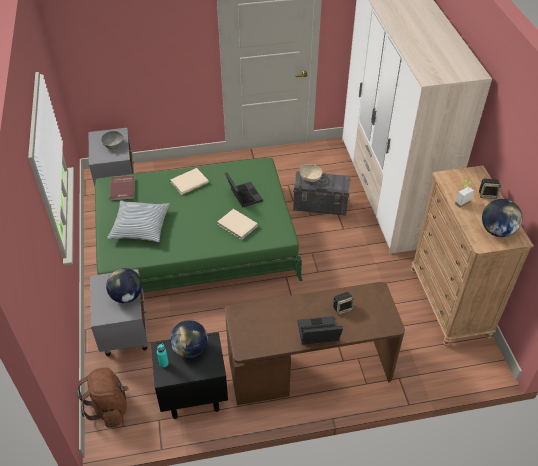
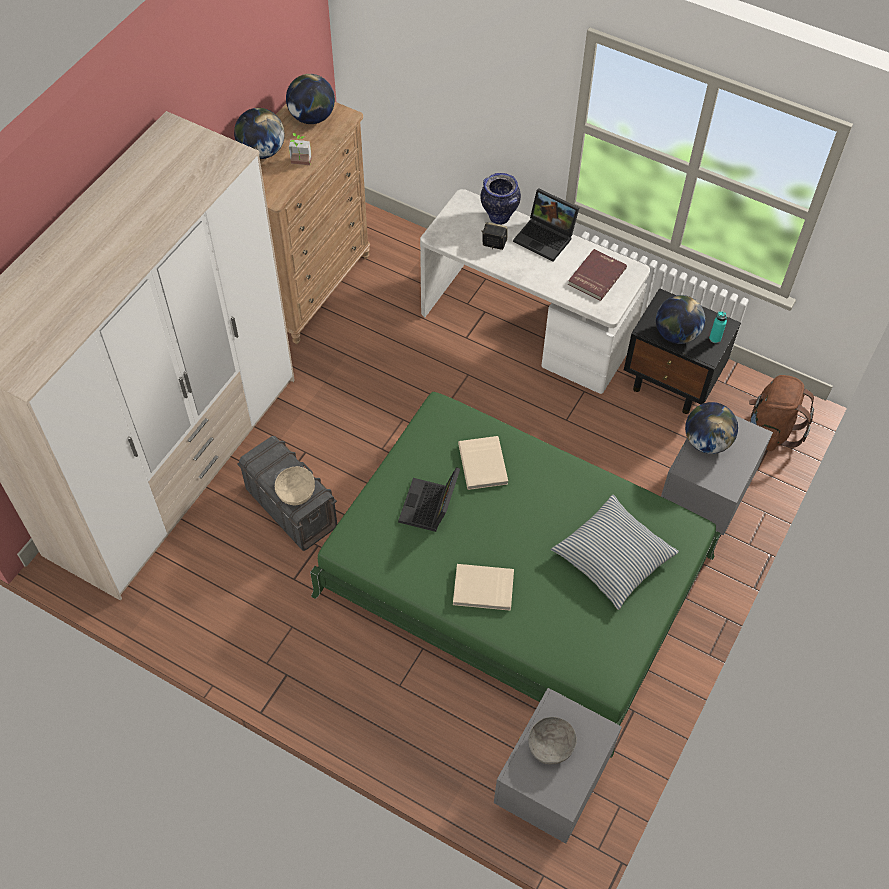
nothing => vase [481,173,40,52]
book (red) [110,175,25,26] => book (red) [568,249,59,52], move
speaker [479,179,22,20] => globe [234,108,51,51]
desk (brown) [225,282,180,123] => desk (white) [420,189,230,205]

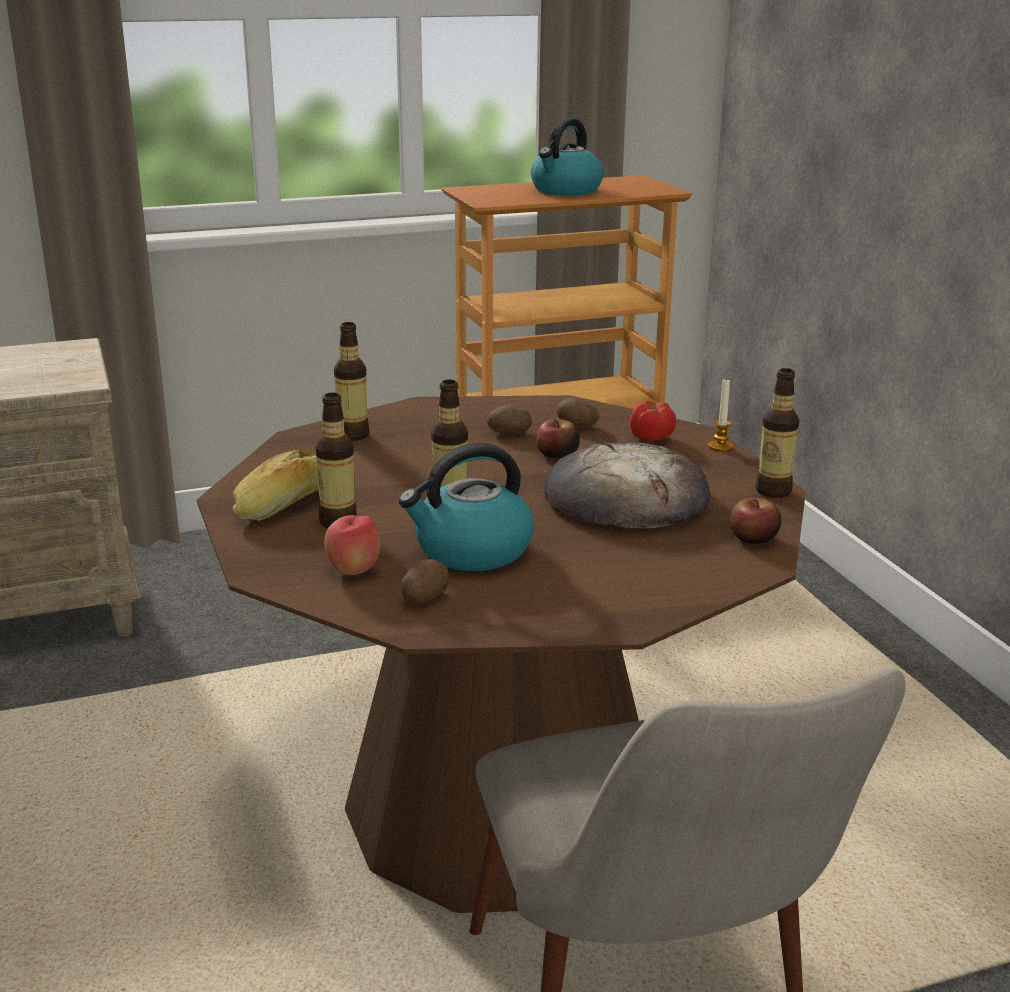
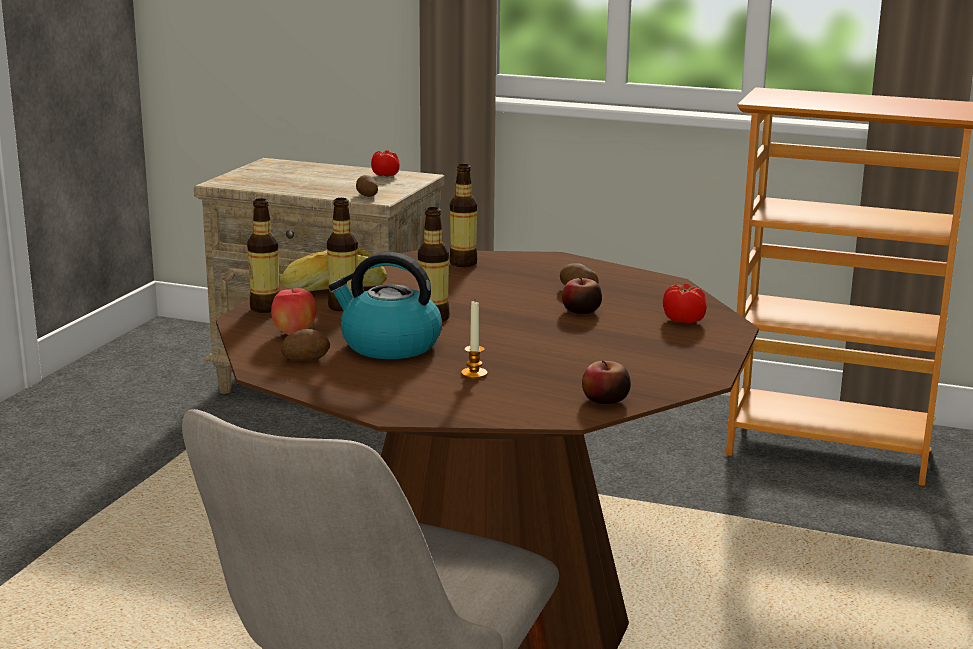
kettle [530,118,74,78] => nothing
bread [544,442,166,87] => nothing
nothing => tomato [371,150,29,27]
potato [556,398,43,30] => potato [356,175,22,22], move
candle [708,377,25,74] => candle [461,301,27,78], move
bottle [756,368,43,130] => bottle [247,198,33,115], move

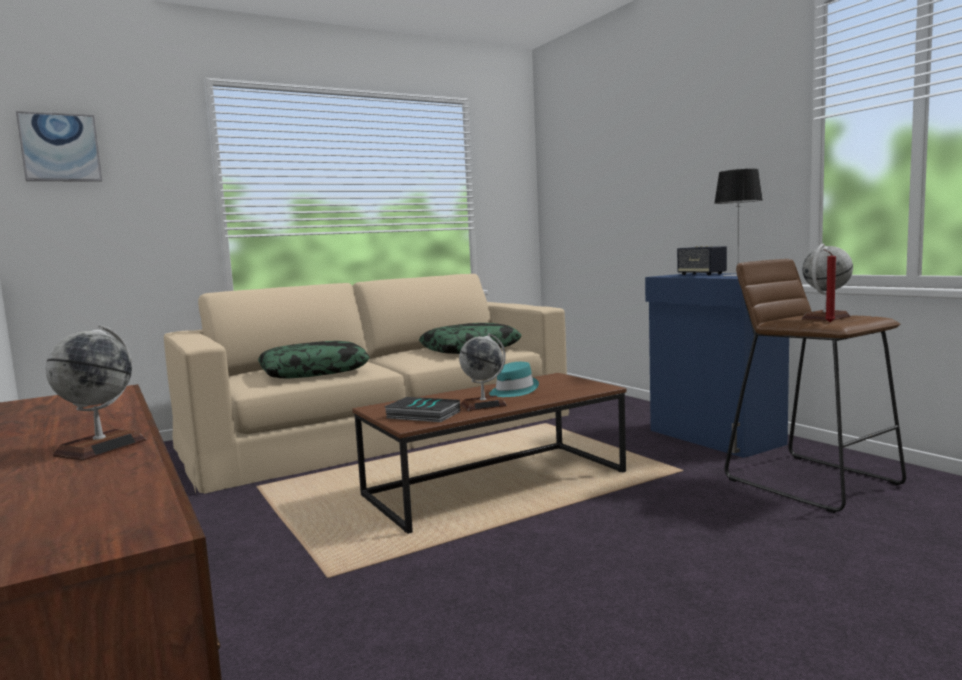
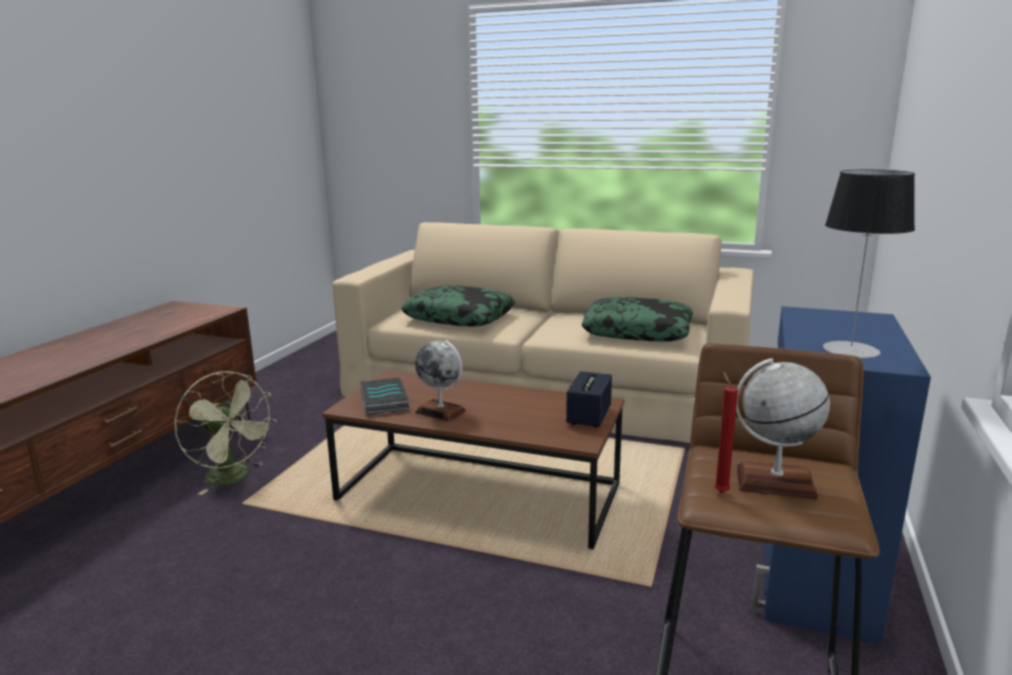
picture [16,111,86,71] => nothing
globe [46,325,100,136] => nothing
hat (turquoise) [489,362,50,35] => nothing
nothing => fan (green) [174,371,103,124]
speaker [677,246,50,29] => speaker [566,371,46,57], move

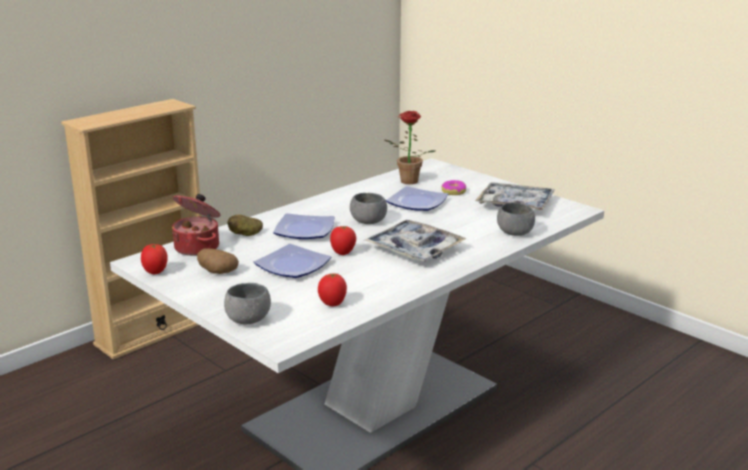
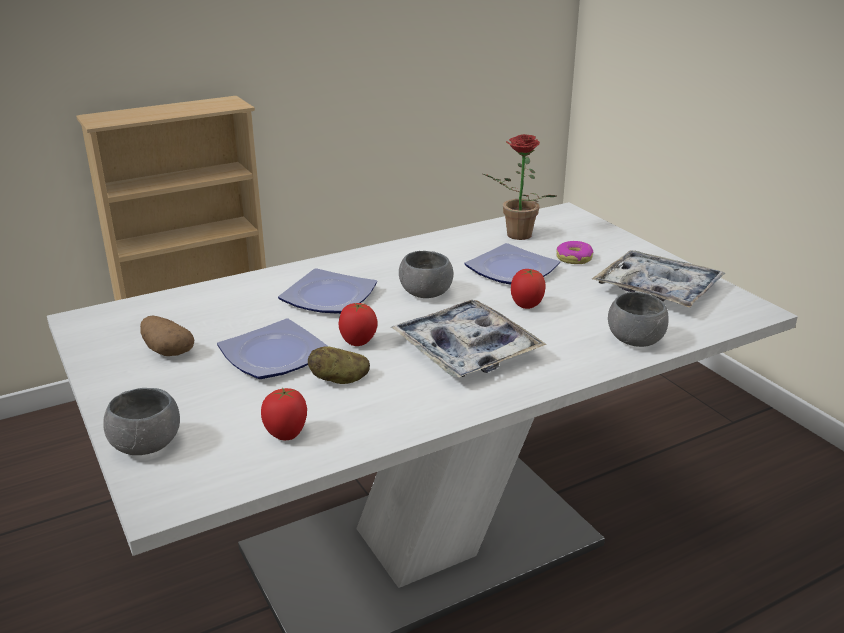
cooking pot [172,194,48,62] => nothing
tomato [141,244,27,30] => tomato [511,269,35,40], move
potato [228,215,35,21] => potato [308,346,62,38], move

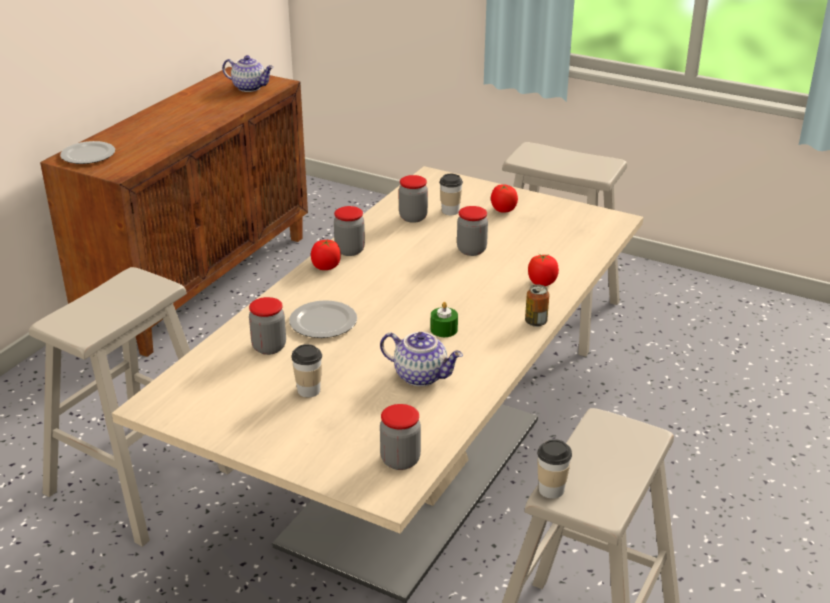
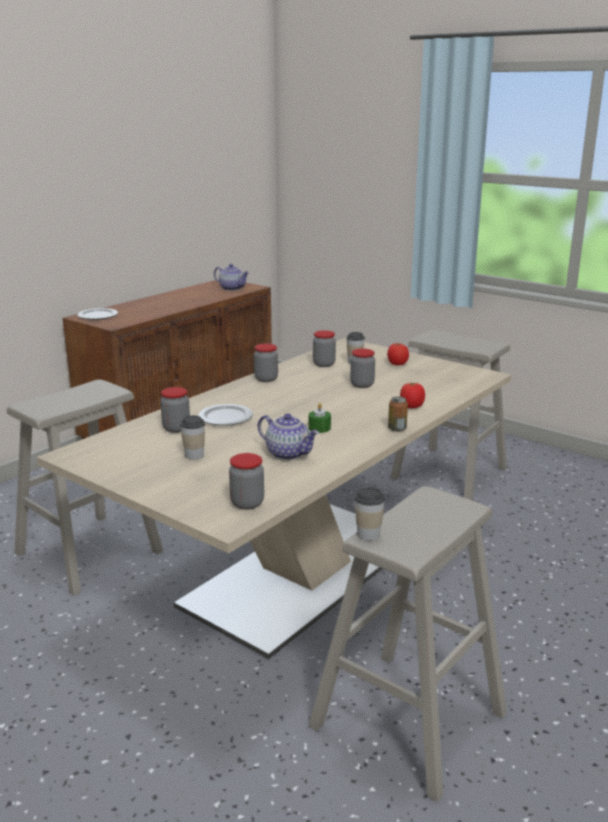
tomato [311,239,30,31] => nothing

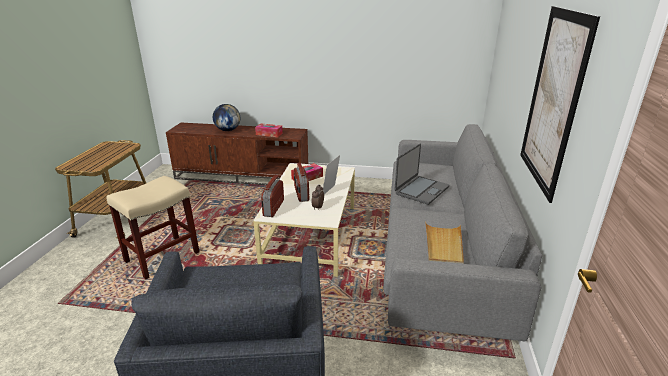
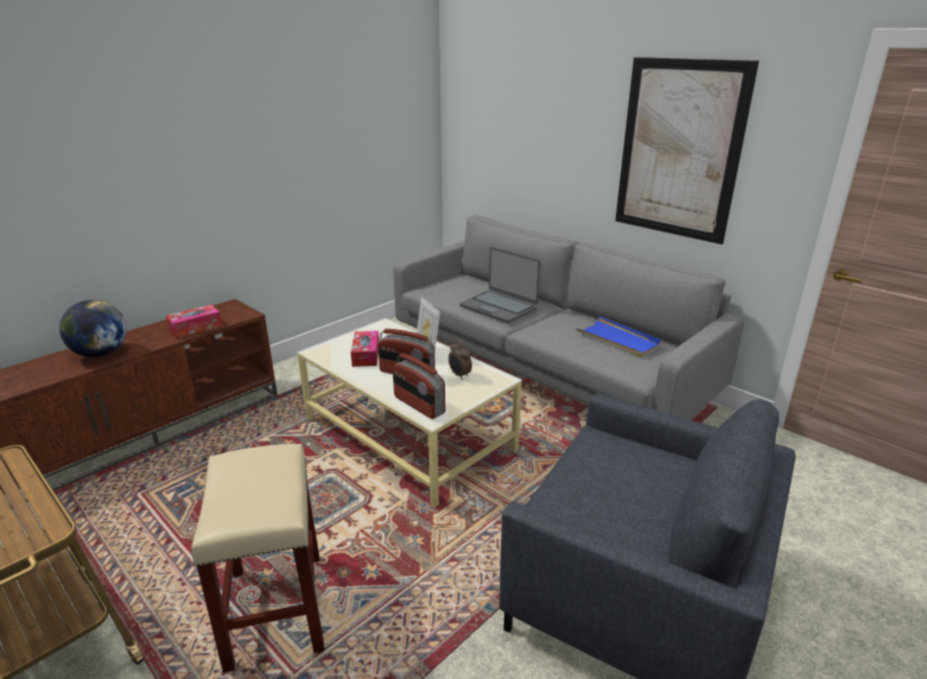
tray (beige) [425,222,39,42] => tray (blue) [576,316,87,42]
laptop [395,144,54,61] => laptop [460,247,81,76], 150 degrees clockwise

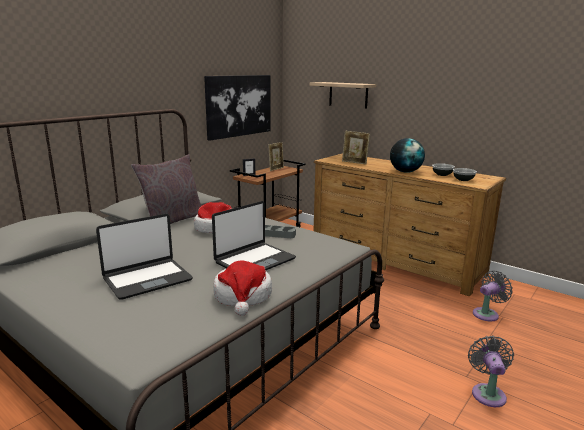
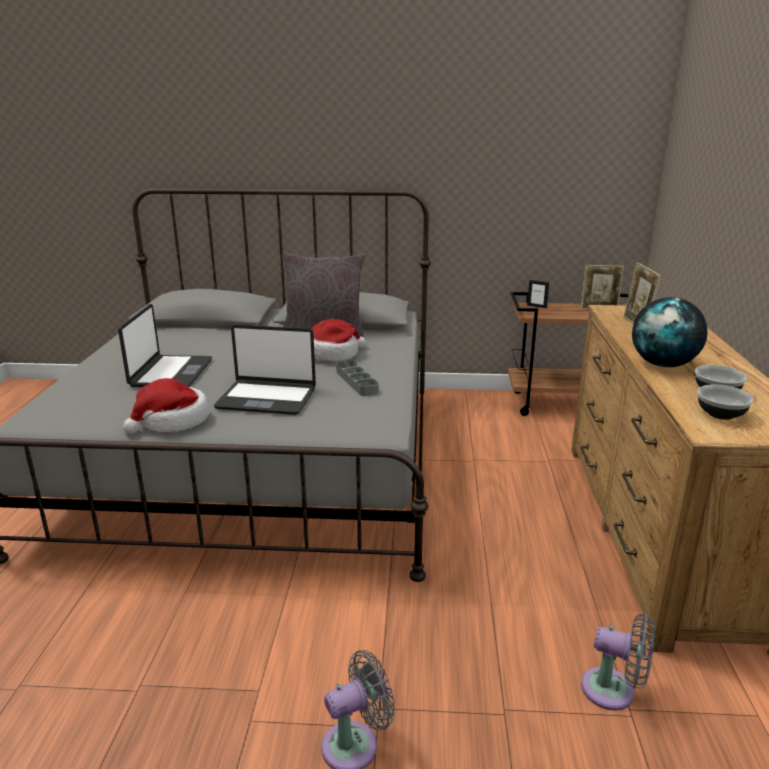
picture [204,75,67,66] => nothing
shelf [310,82,66,26] => nothing
laptop [96,214,97,86] => laptop [118,304,94,83], 105 degrees counterclockwise

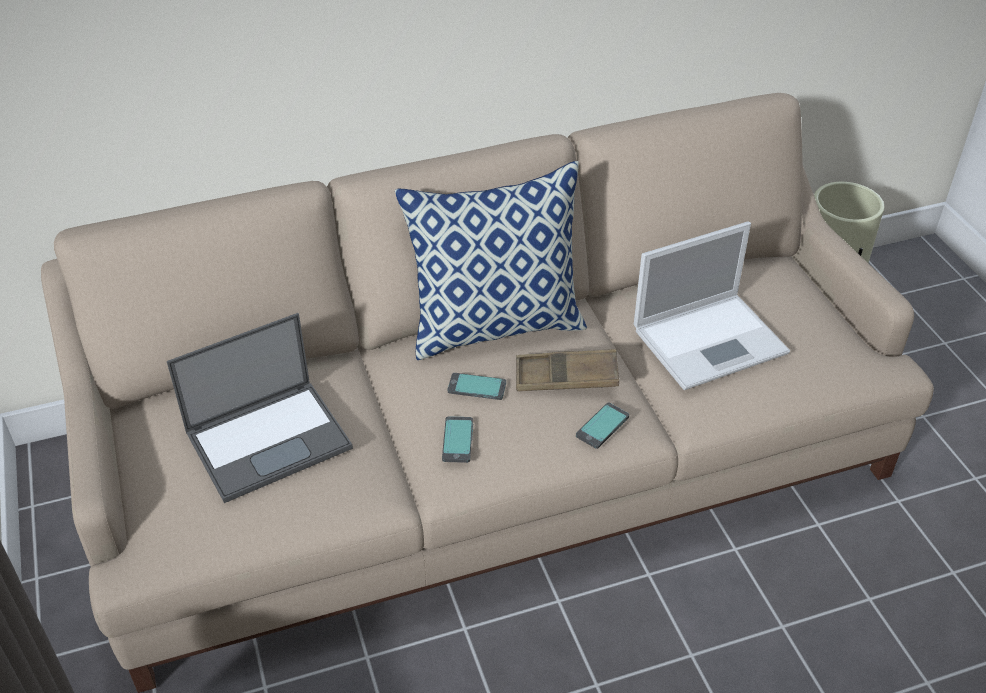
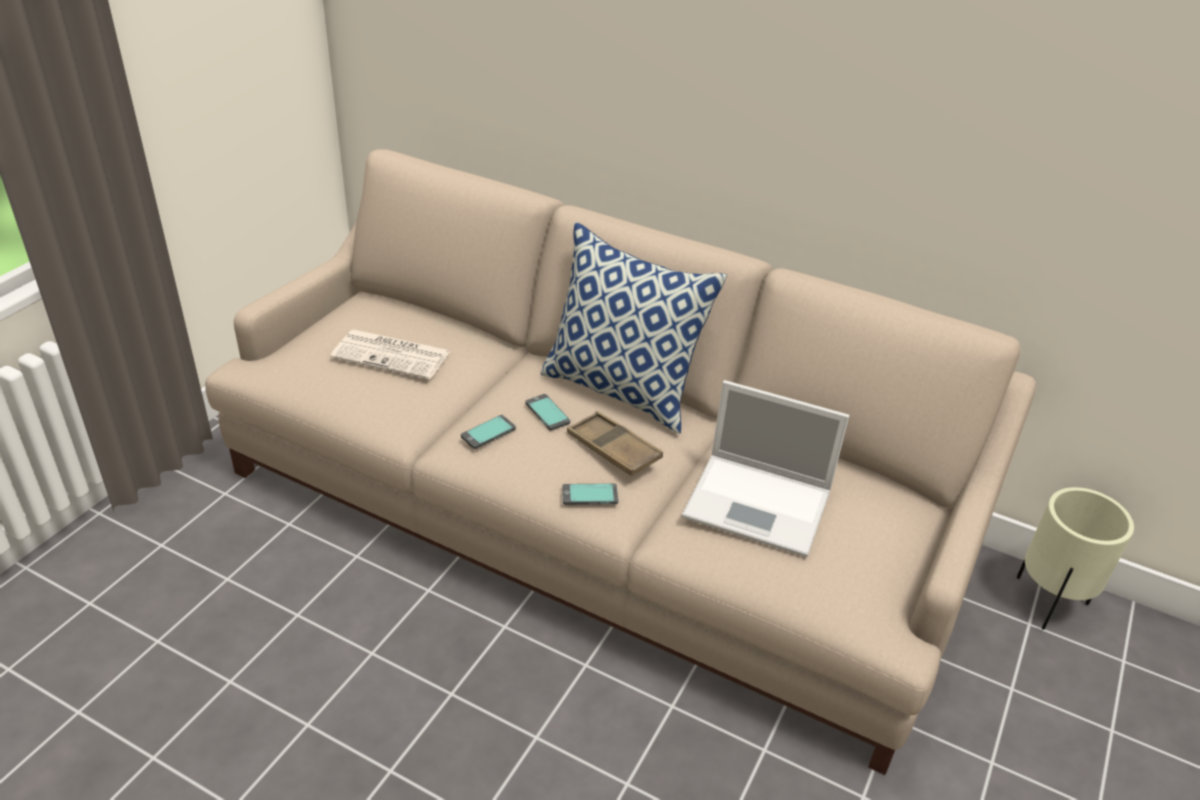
laptop [167,313,186,190] => newspaper [330,330,120,49]

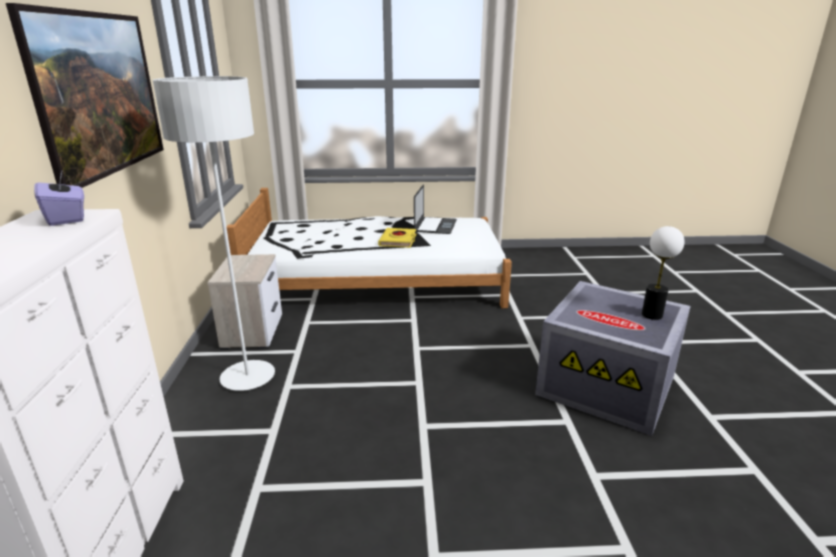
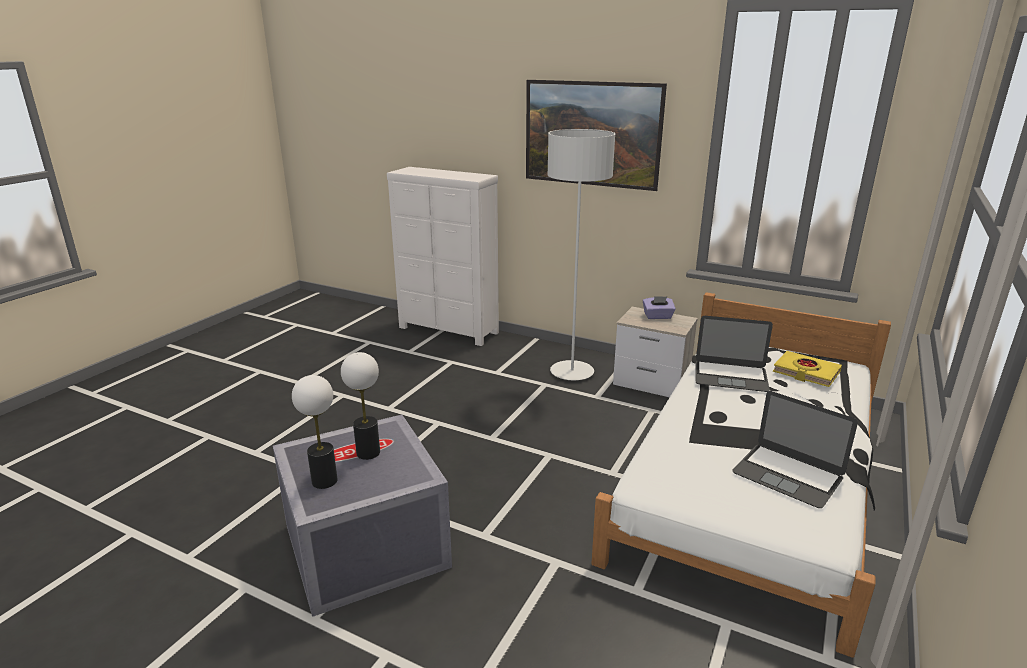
nothing => table lamp [341,352,39,108]
nothing => laptop [696,316,77,76]
tissue box (purple) [34,169,50,57] => tissue box (purple) [643,296,33,23], move
book (yellow) [378,228,38,20] => book (yellow) [773,351,69,36], move

